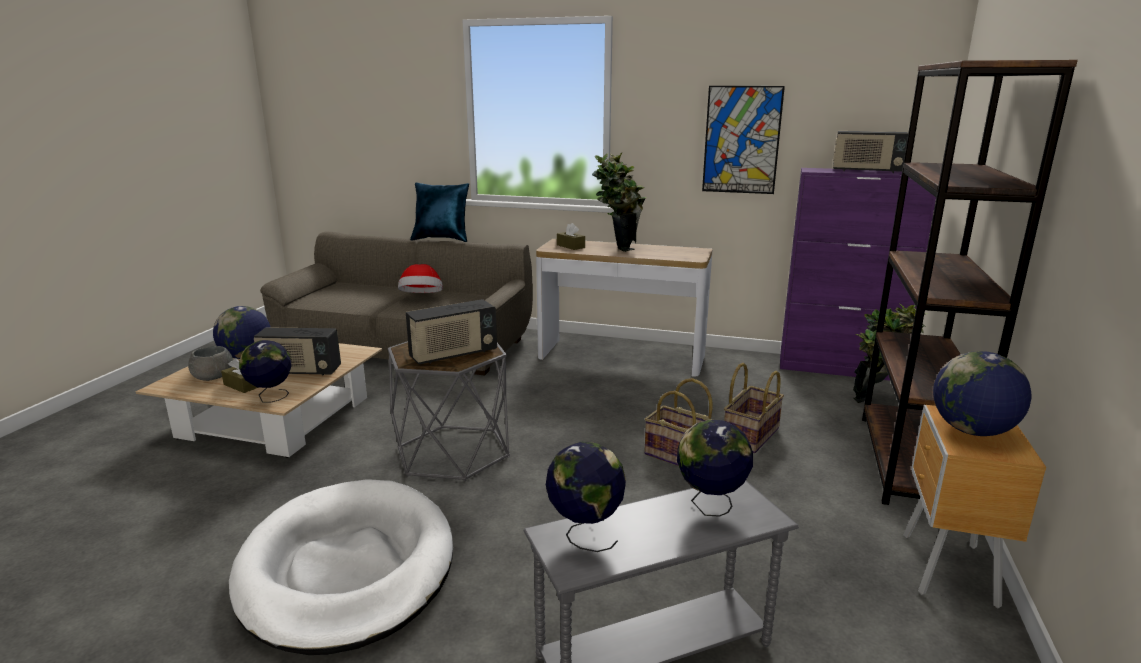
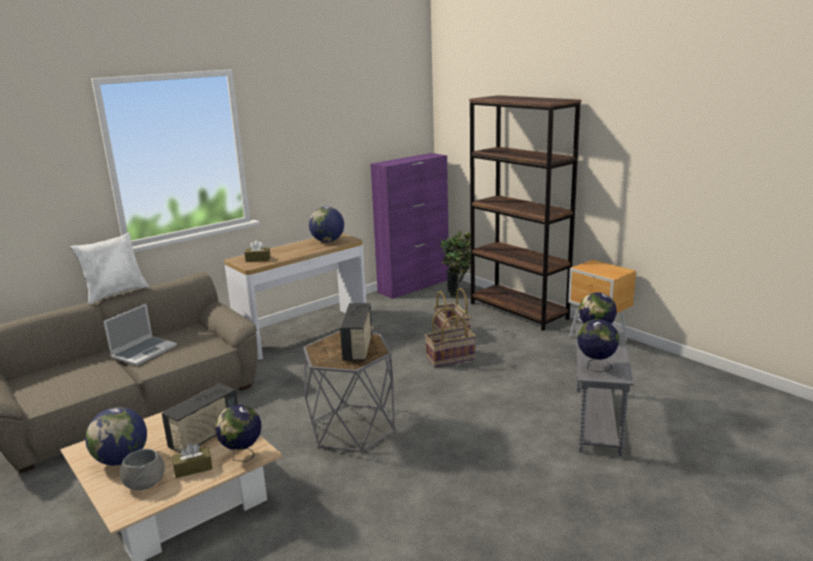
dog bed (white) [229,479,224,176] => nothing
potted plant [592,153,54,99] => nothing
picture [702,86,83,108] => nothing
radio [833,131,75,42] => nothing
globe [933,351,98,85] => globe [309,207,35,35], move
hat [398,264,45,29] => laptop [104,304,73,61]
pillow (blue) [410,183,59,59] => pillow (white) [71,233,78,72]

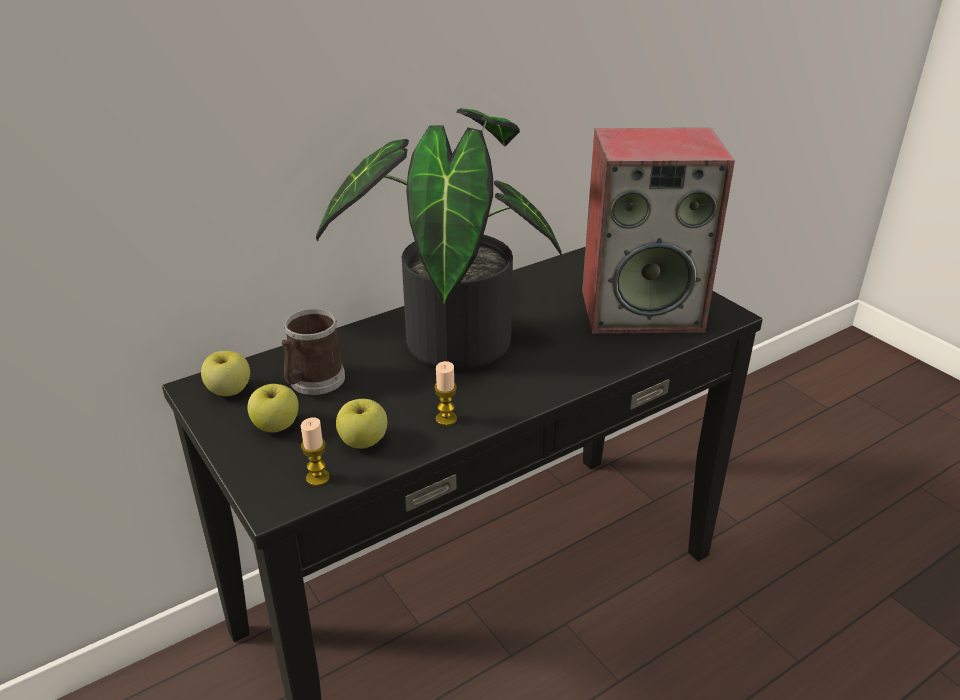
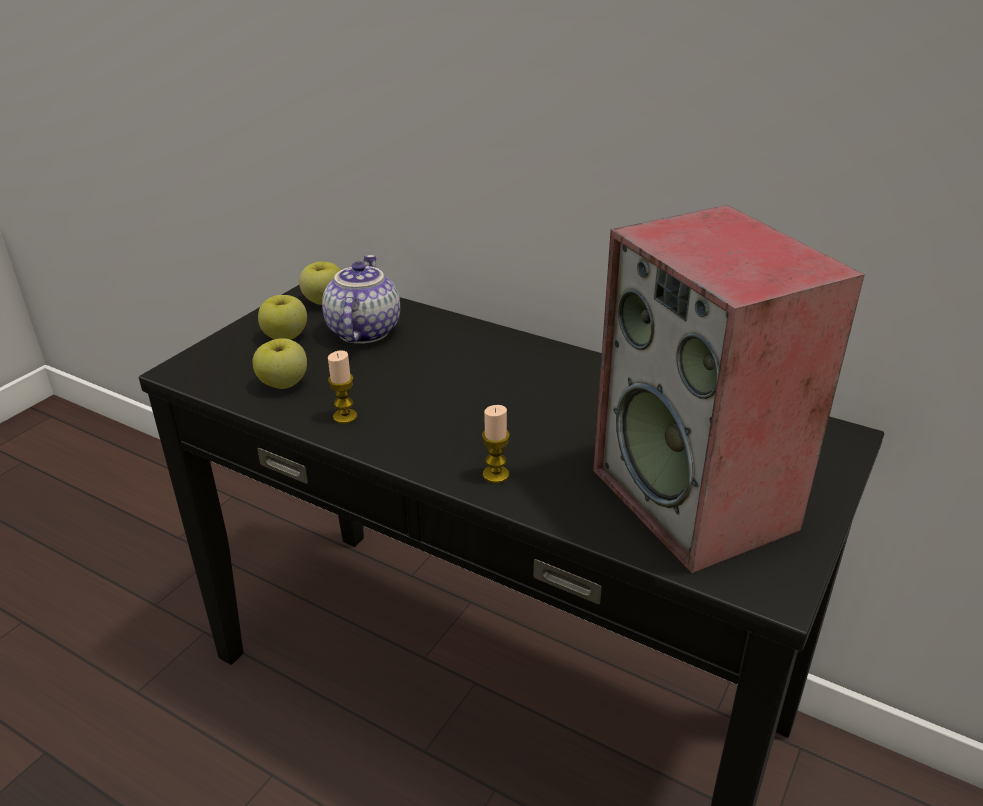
potted plant [316,108,246,262] => nothing
candle [301,417,29,69] => candle [482,405,28,78], move
mug [282,309,63,86] => teapot [322,255,78,89]

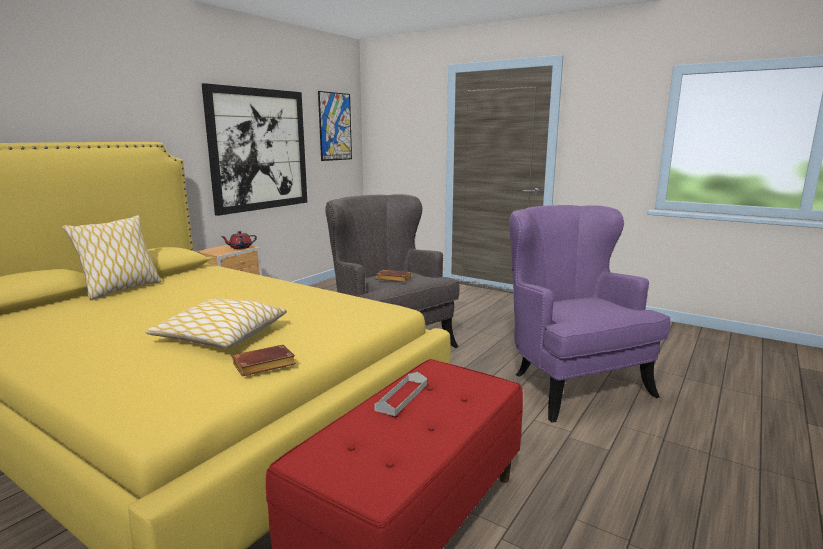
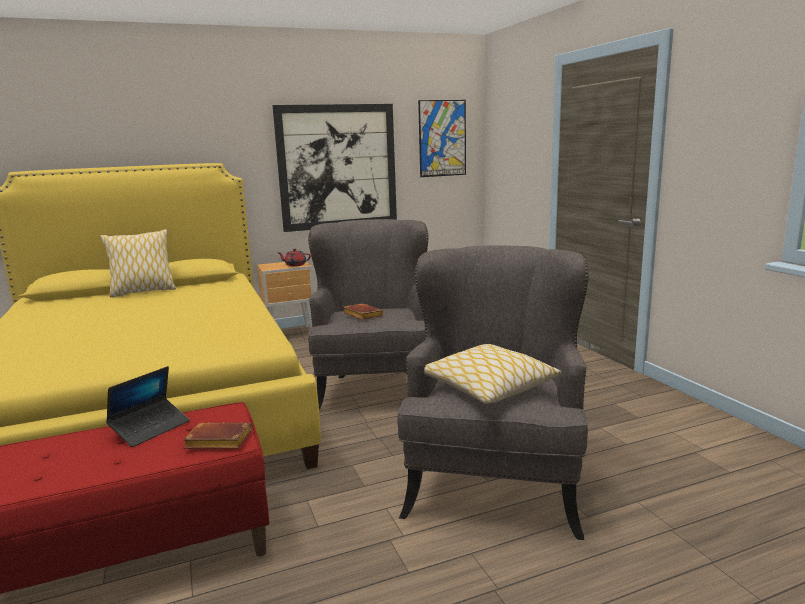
pillow [145,298,142,50] => pillow [424,344,138,60], move
book (brown) [232,345,64,31] => book (brown) [183,422,69,27], move
tray (grey) [375,372,52,44] => laptop [106,366,84,81]
armchair (purple) [509,205,161,218] => armchair (grey) [397,246,192,294]

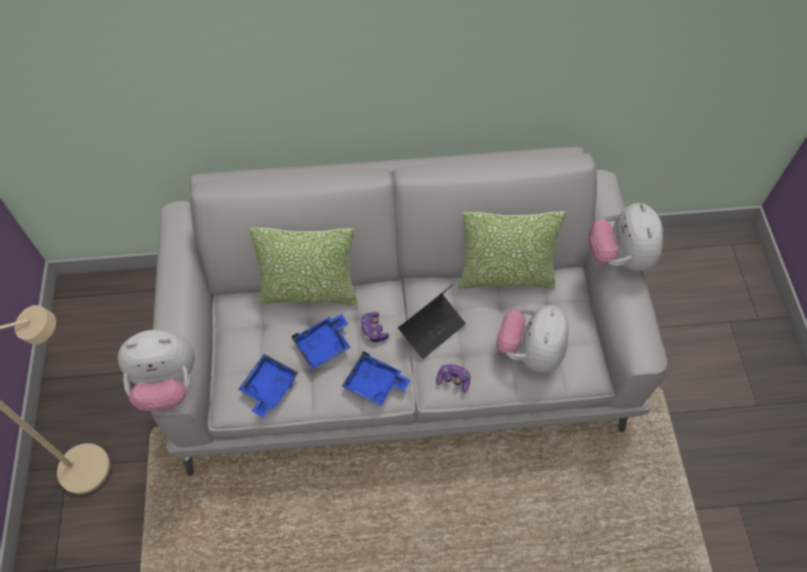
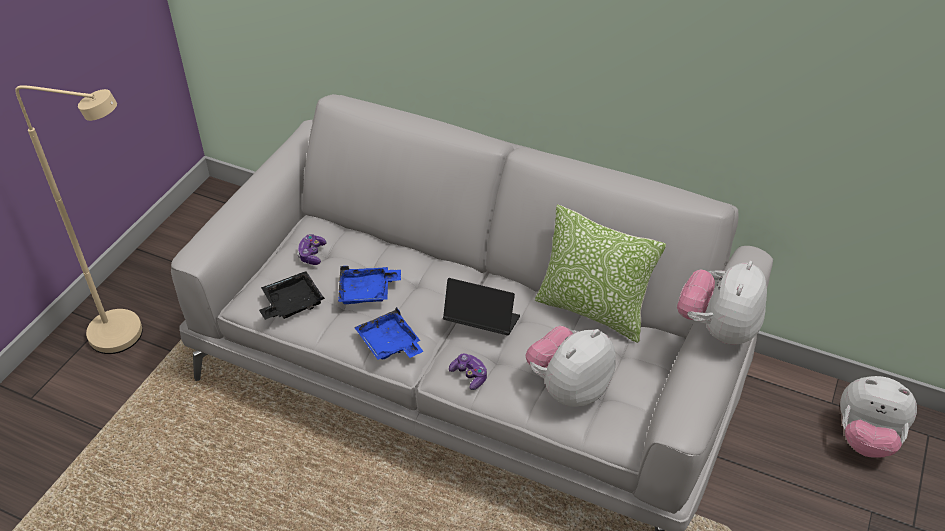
pillow [249,227,109,78] => nothing
plush toy [118,330,77,81] => plush toy [840,376,77,82], move
game controller [360,312,29,30] => game controller [297,234,30,31], move
tray (blue) [238,354,60,64] => tray (black) [259,271,66,49]
laptop [398,284,68,75] => laptop [443,278,77,58], 150 degrees counterclockwise

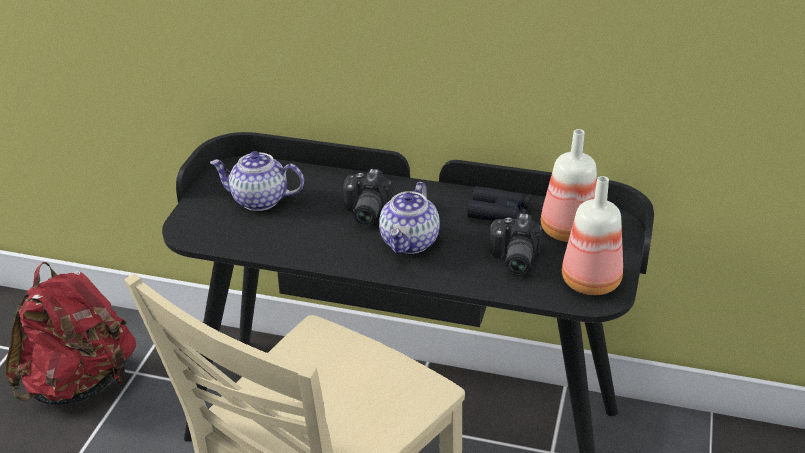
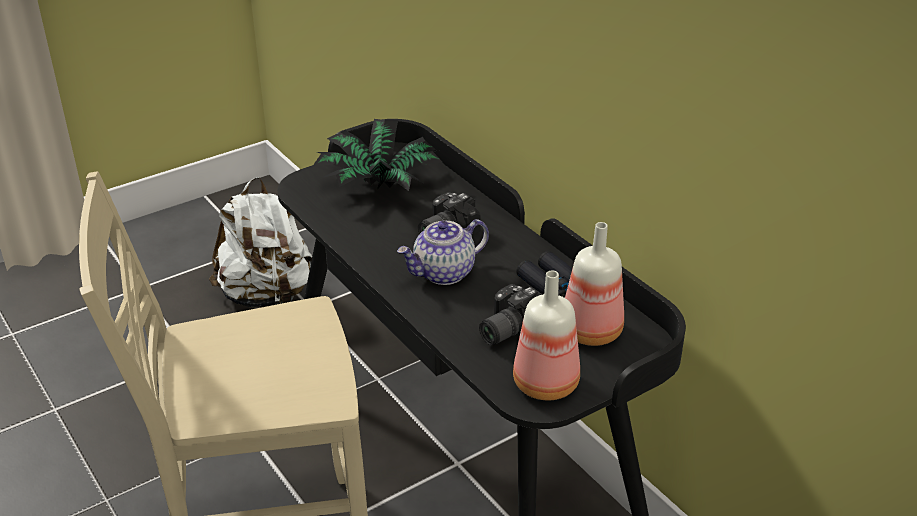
teapot [210,151,94,60] => potted plant [313,119,130,72]
backpack (red) [5,262,131,143] => backpack (white) [209,177,103,131]

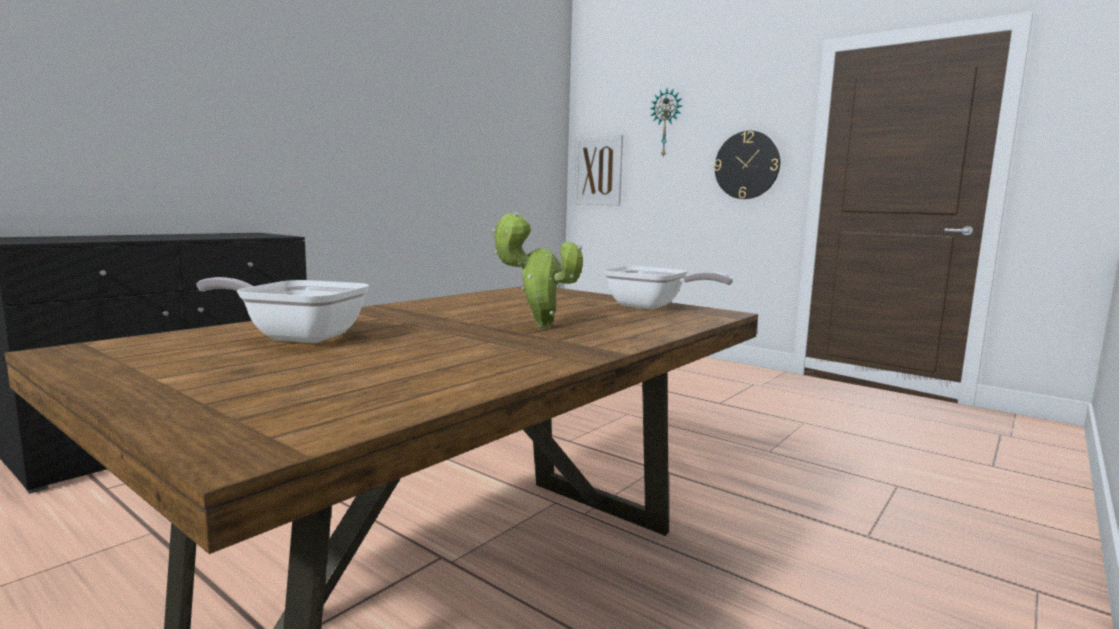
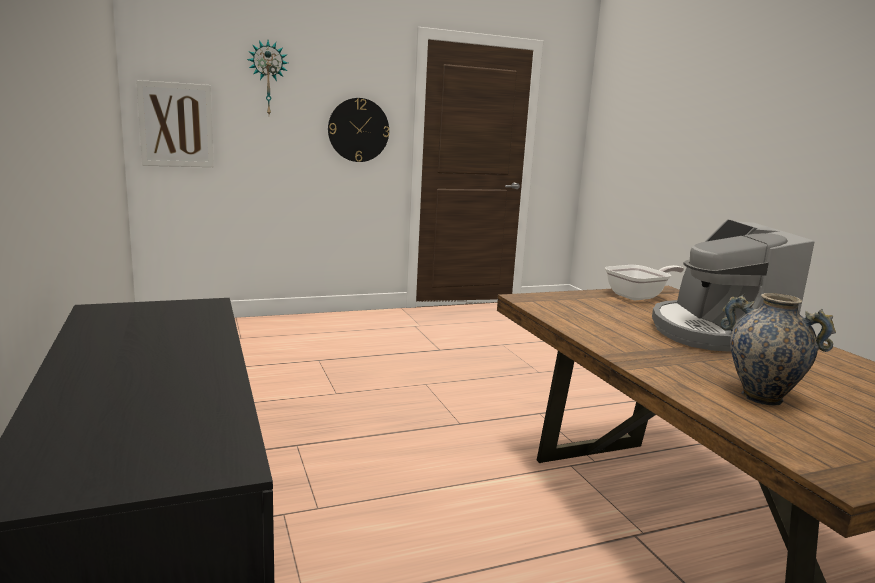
frying pan [196,277,173,66] => vase [720,293,116,113]
potted plant [492,212,91,116] => coffee machine [652,219,163,133]

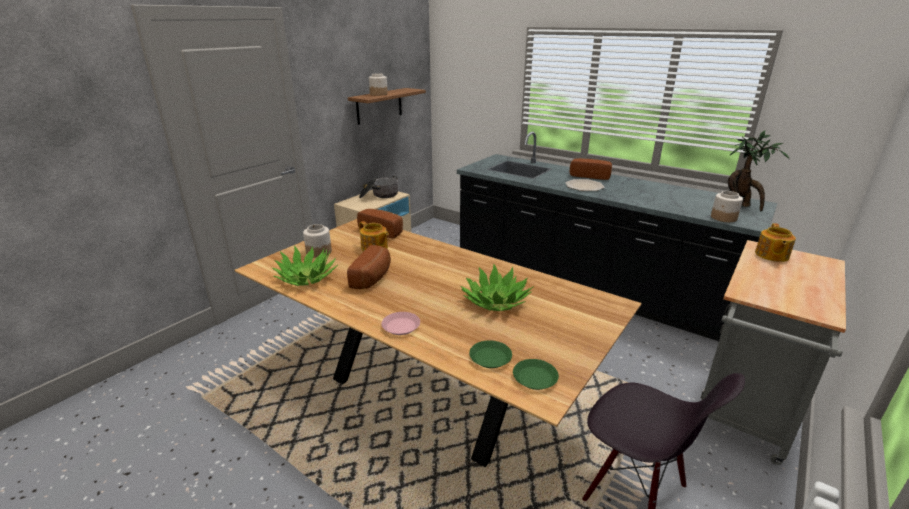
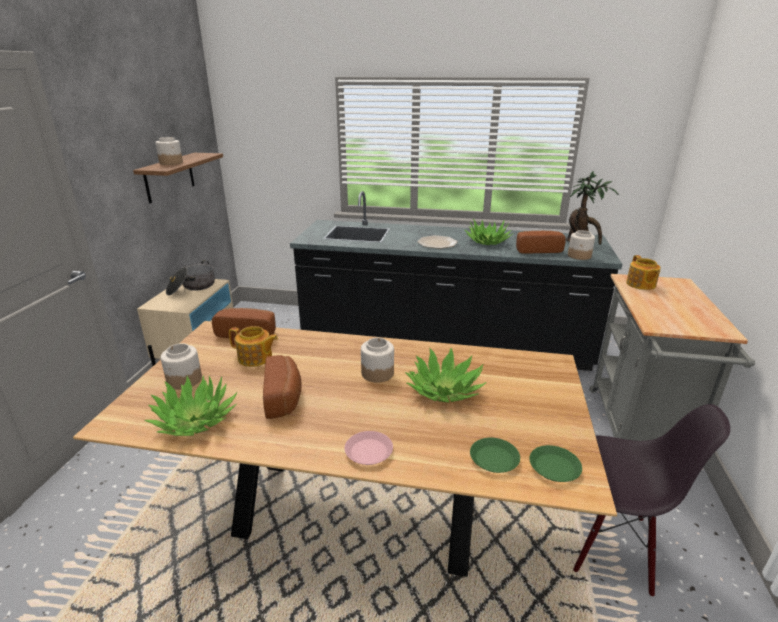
nothing => jar [361,338,33,45]
nothing => potted plant [464,219,49,26]
bread [570,158,42,22] => bread [516,231,50,23], move

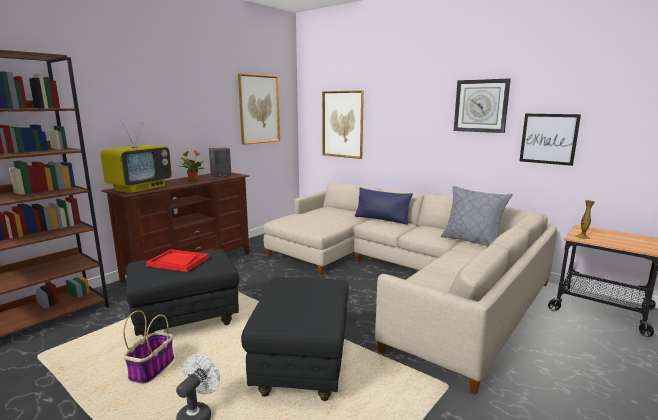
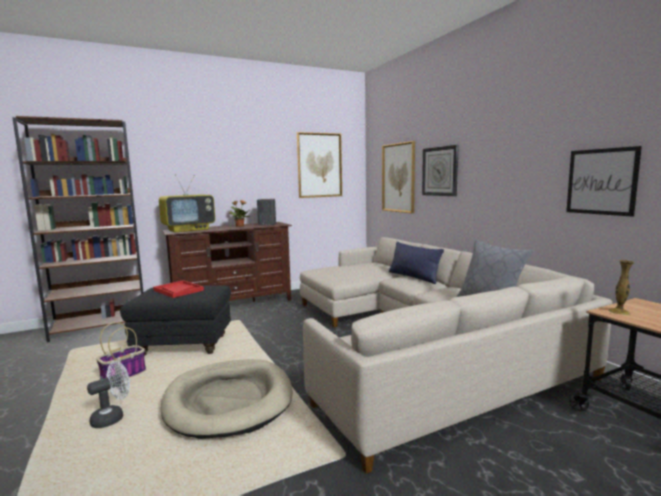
wall clock [454,78,57,55] => wall clock [422,145,37,51], move
ottoman (black) [241,277,108,124] => dog bed (beige) [161,359,132,80]

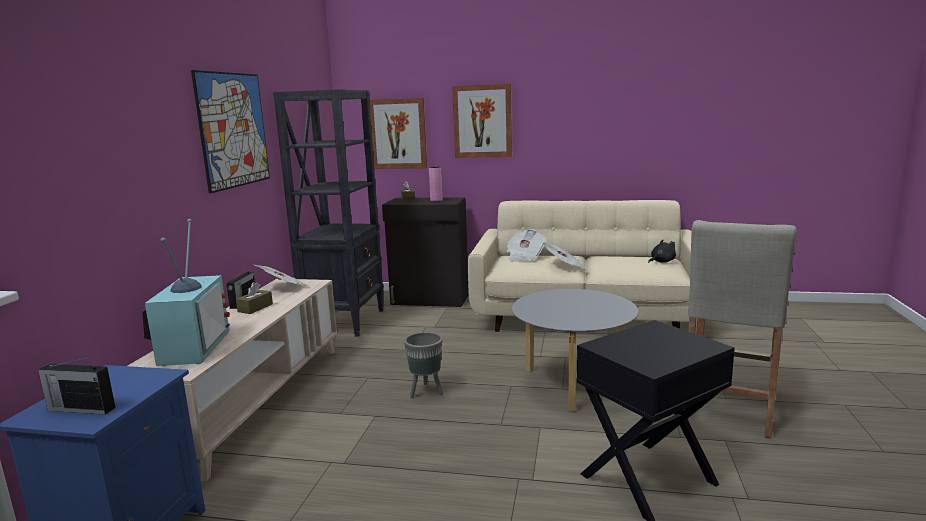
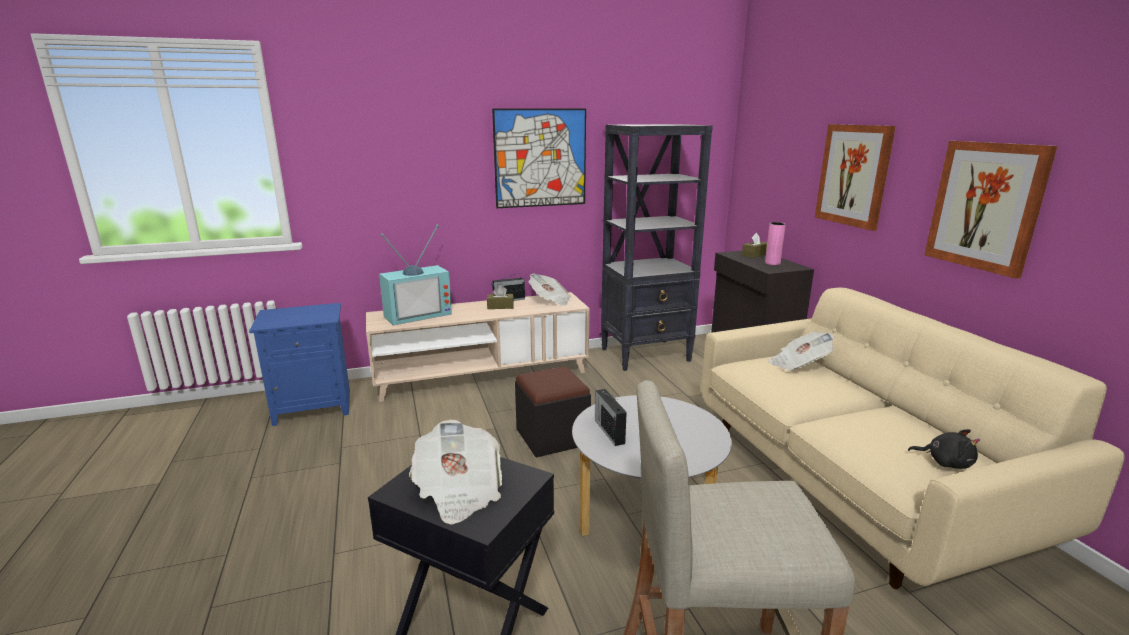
radio [38,357,78,58] => radio [595,389,32,57], move
picture [369,98,58,71] => picture [924,141,134,138], move
newspaper [541,242,45,27] => newspaper [409,420,93,105], move
planter (grey) [404,332,39,66] => ottoman (black) [515,366,76,91]

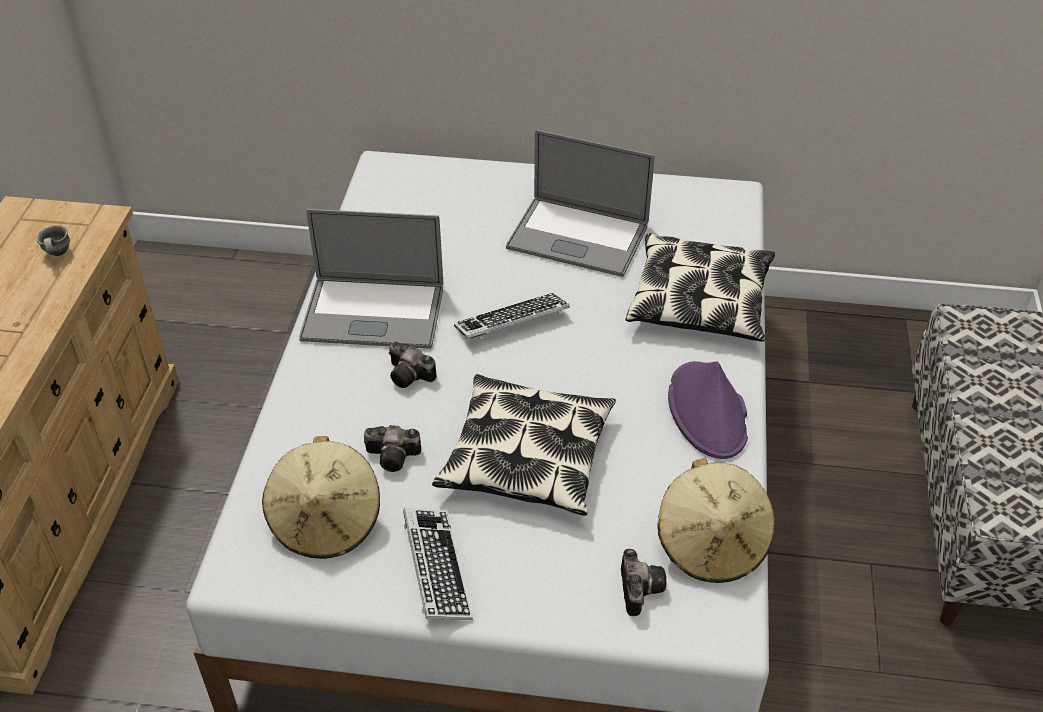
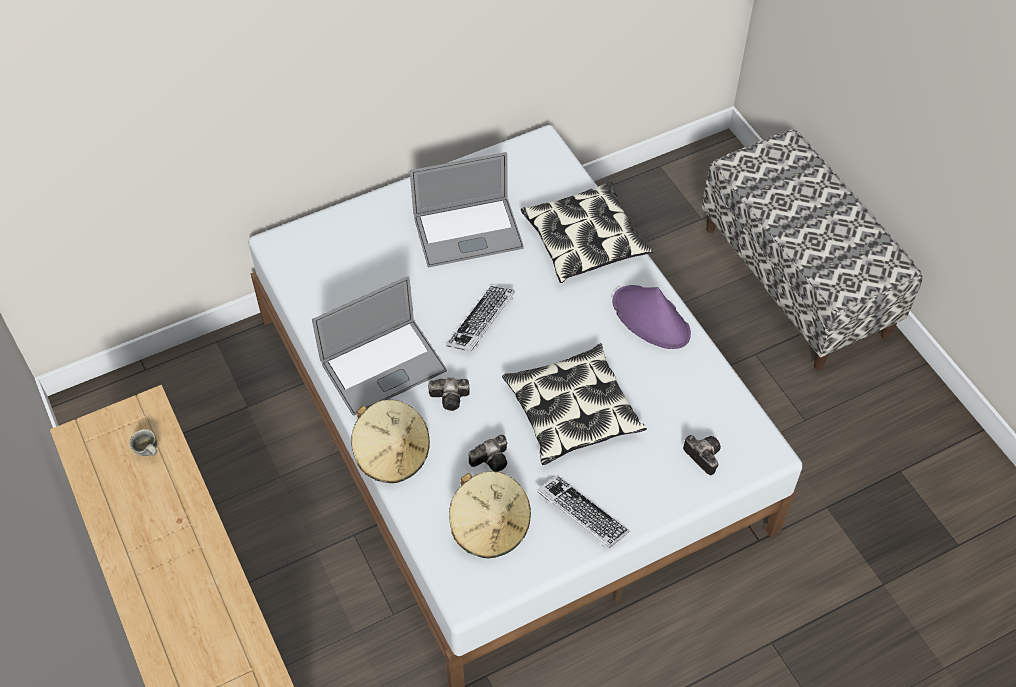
hat (beige) [657,458,118,125] => hat (beige) [351,399,79,84], move

